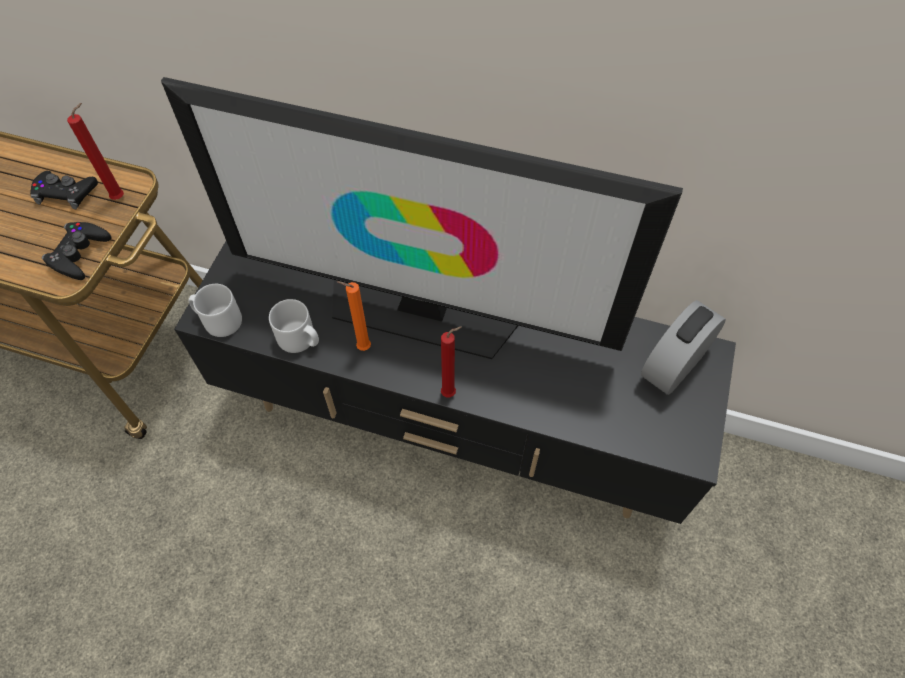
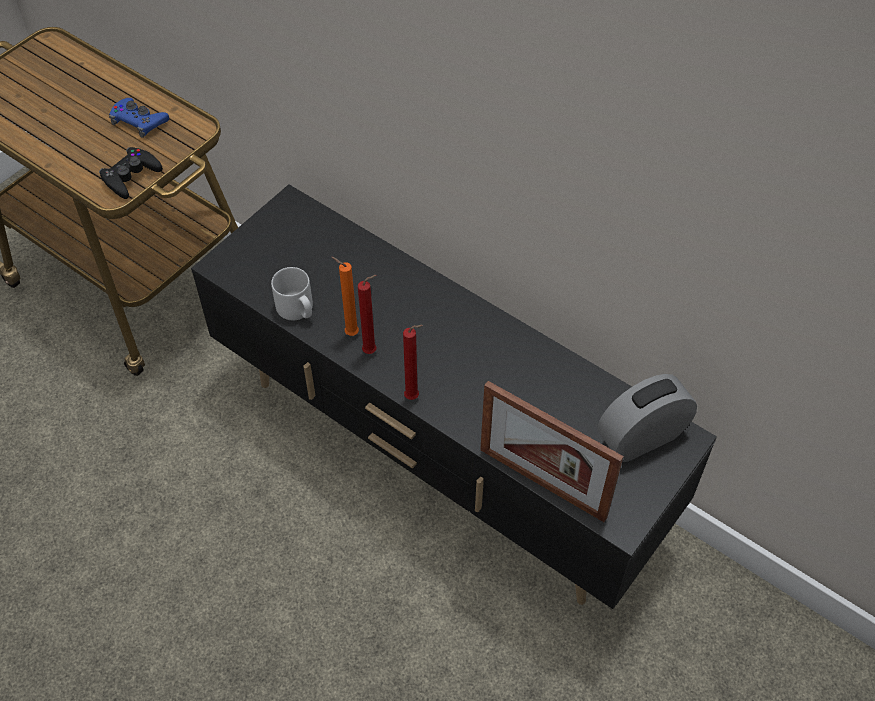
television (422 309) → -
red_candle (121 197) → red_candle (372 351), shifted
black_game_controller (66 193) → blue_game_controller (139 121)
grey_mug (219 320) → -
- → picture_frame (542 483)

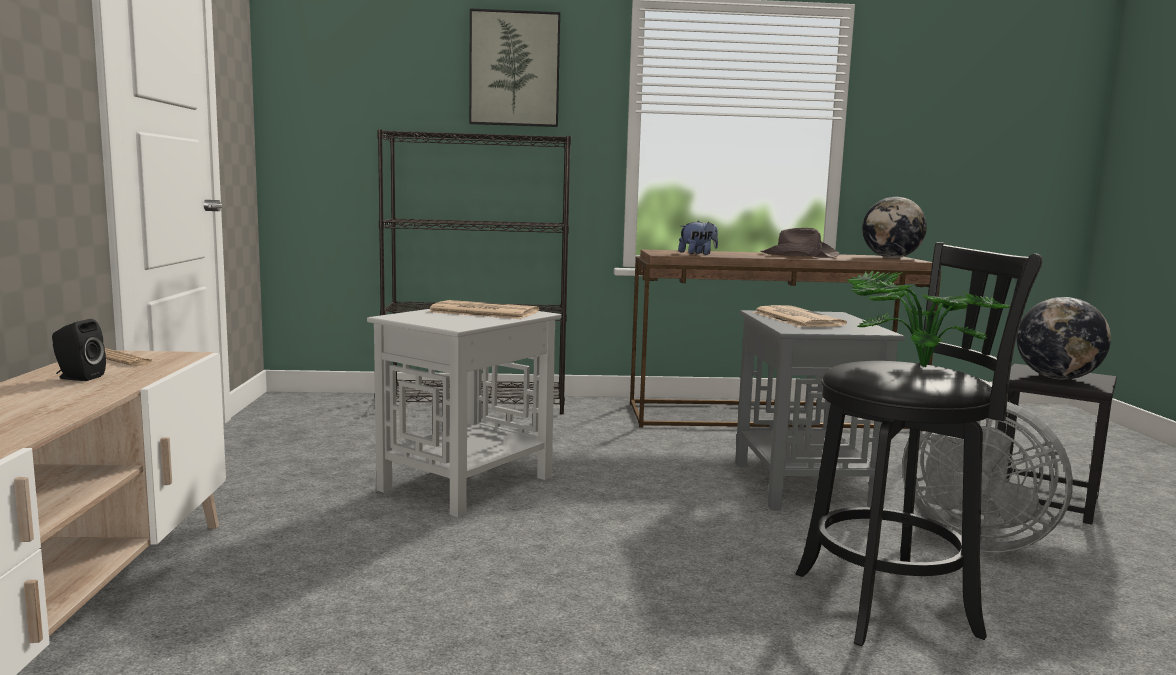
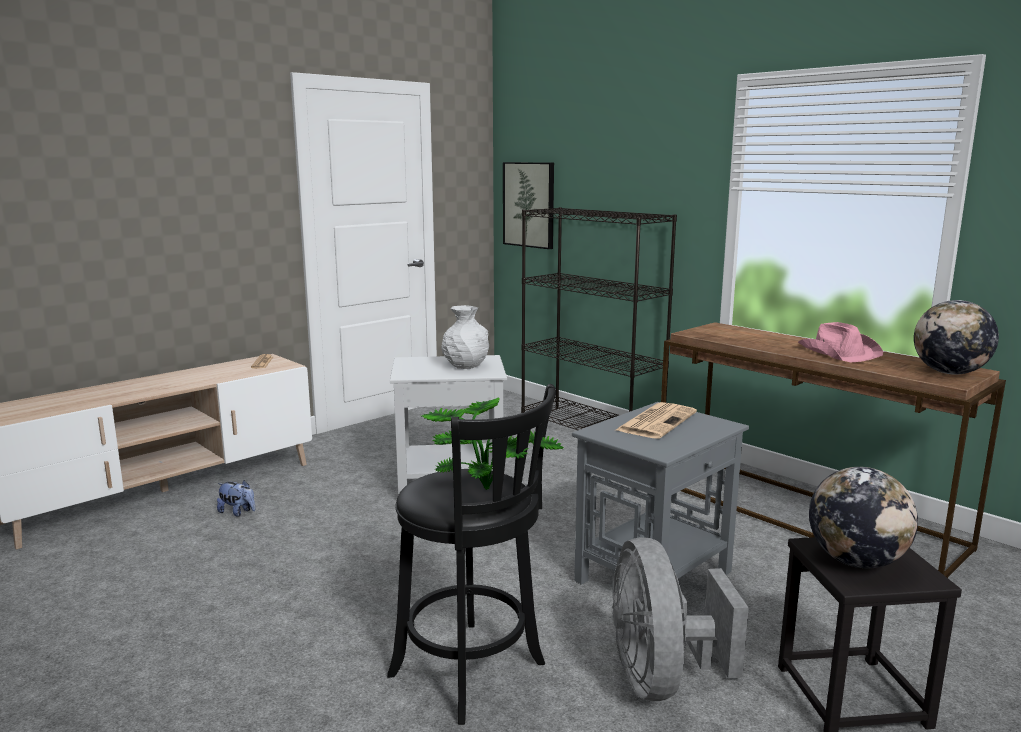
picture (514 69) → picture (529 204), shifted
plush_toy (698 254) → plush_toy (238 512), shifted
brown_hat (798 255) → pink_hat (838 352)
newspaper (482 312) → white_vase (465 365)
black_speaker (78 378) → -

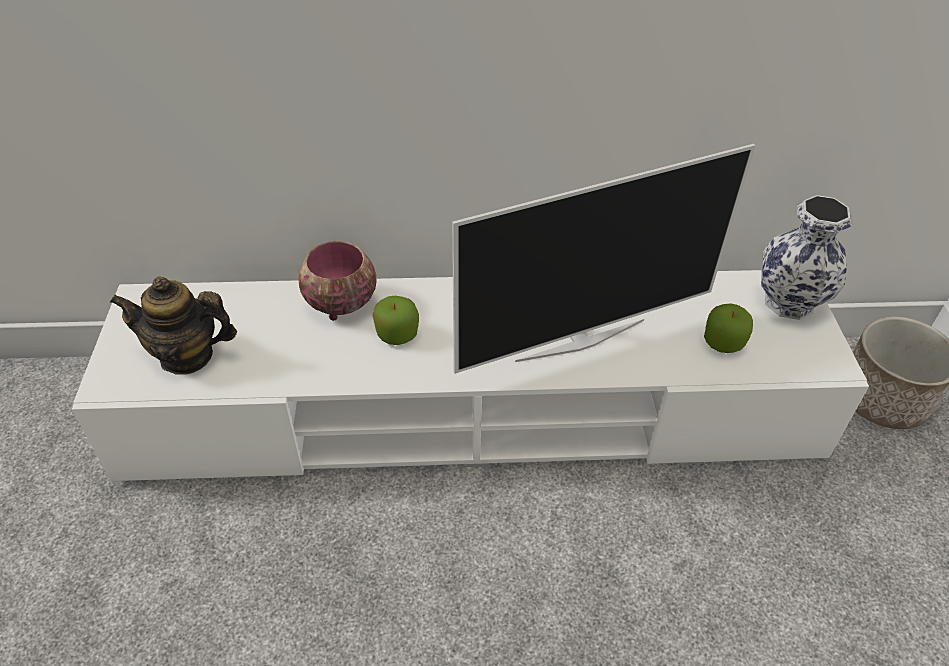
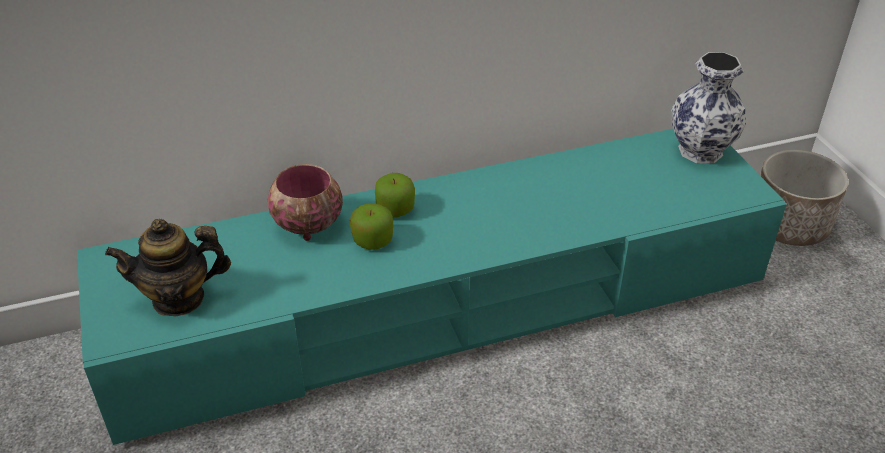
television (579 339) → -
white_tv_stand (474 410) → turquoise_tv_stand (444 307)
apple (723 342) → apple (395 209), shifted

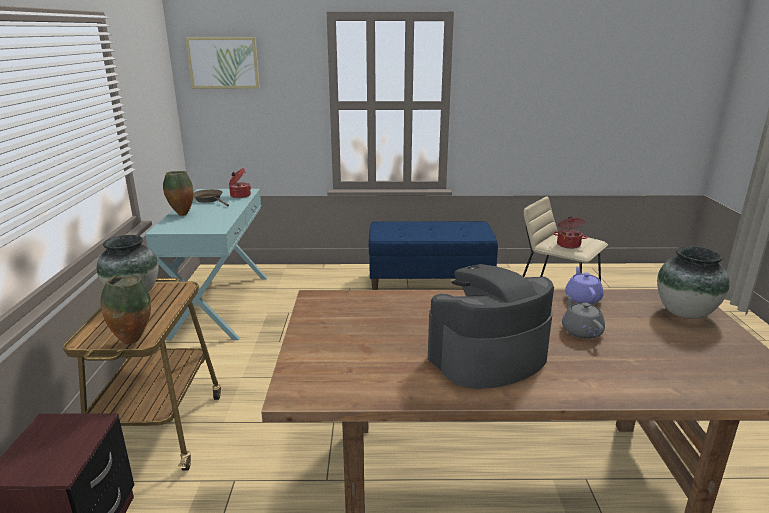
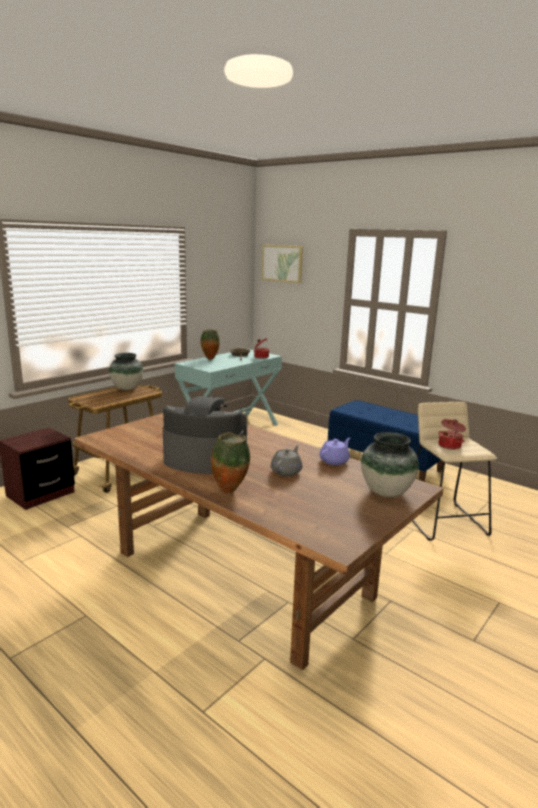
vase (133 340) → vase (230 491), shifted

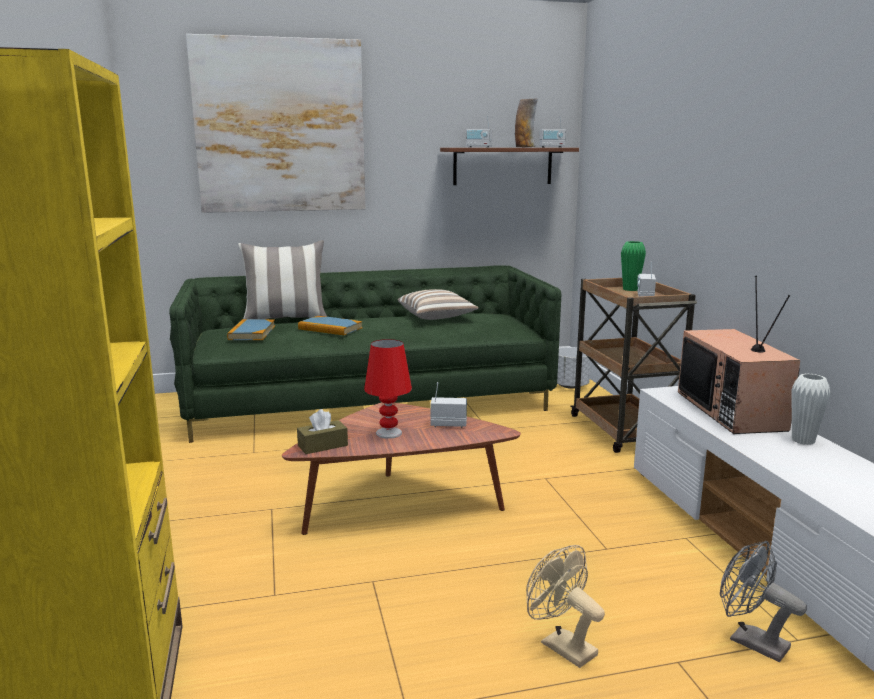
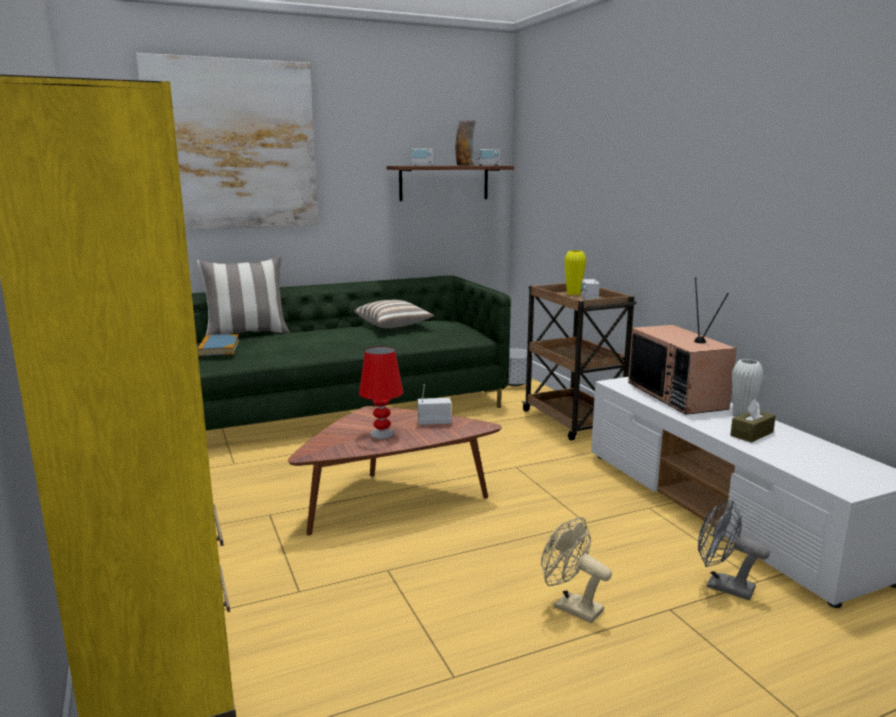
green_vase (630 289) → yellow_vase (573 293)
book (330 328) → -
brown_tissue_box (322 445) → brown_tissue_box (751 434), shifted

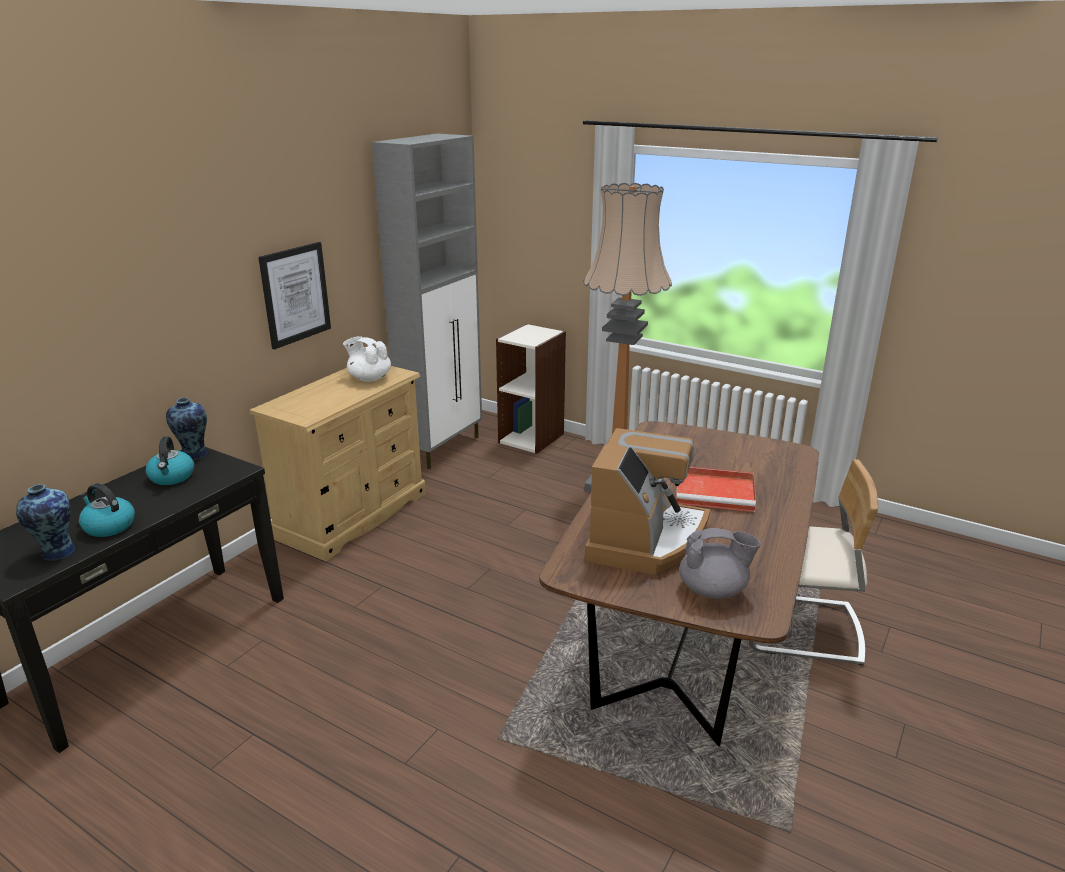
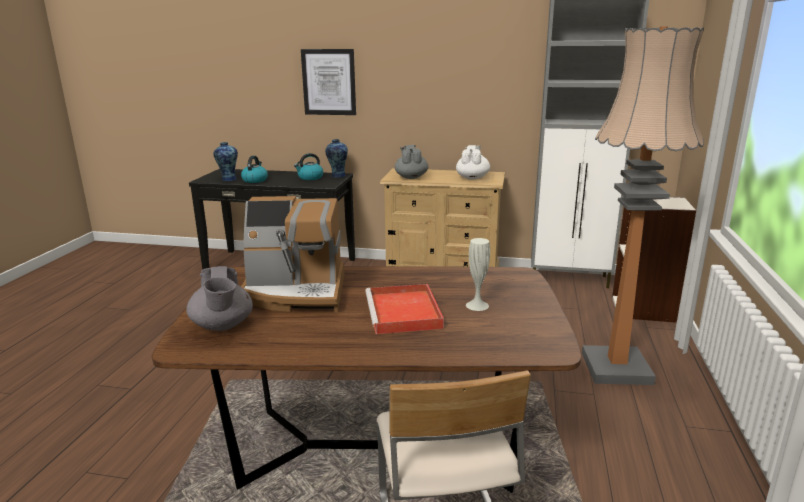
picture (295 294) → picture (329 82), shifted
- → grey_teapot (411 177)
- → white_vase (477 305)

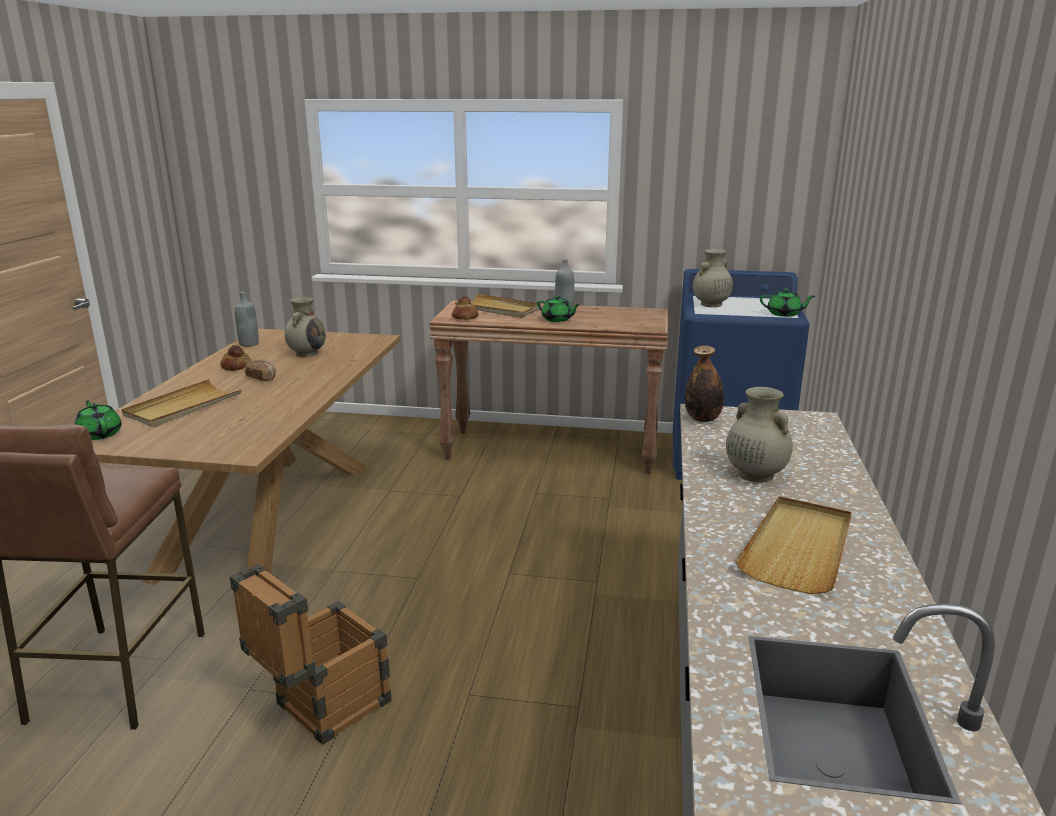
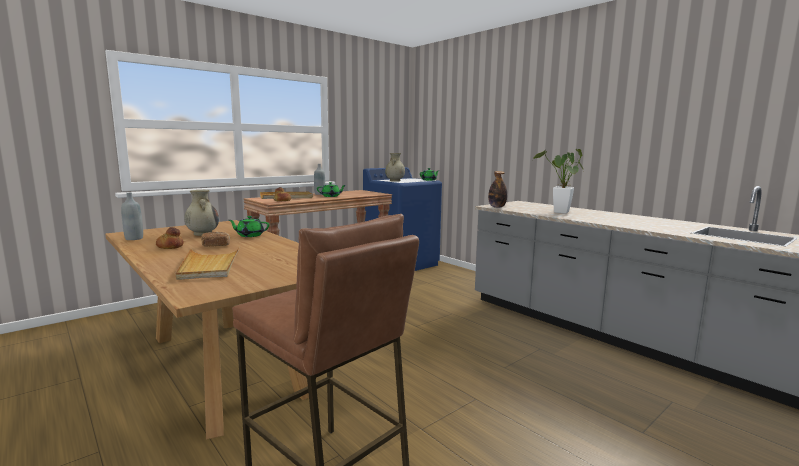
beige_vase (754 474) → potted_plant (560 212)
green_teapot (100 434) → green_teapot (250 235), shifted
beige_tray (798 548) → -
crate (321 709) → -

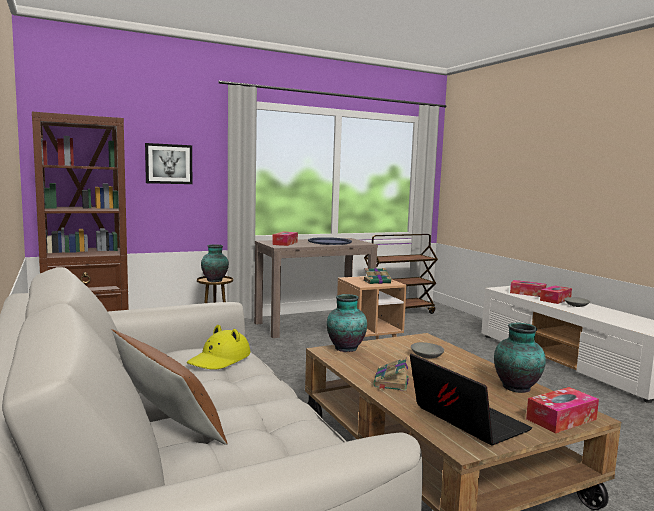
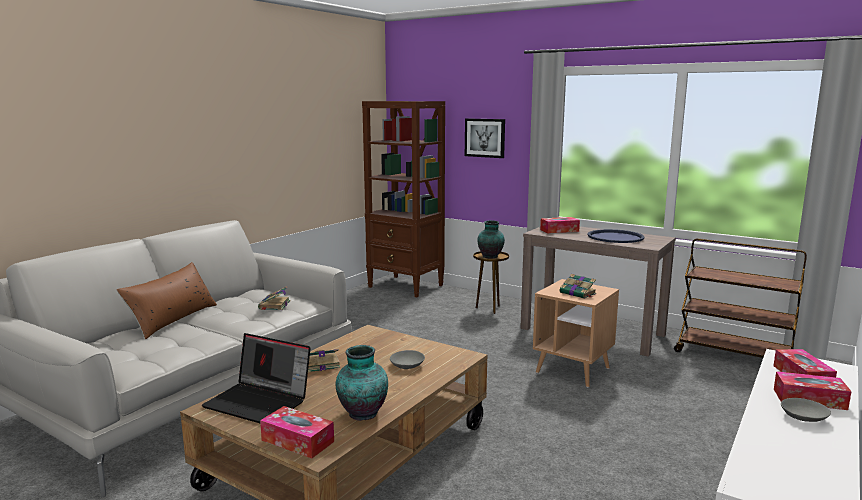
vase (345 348) → -
yellow_hat (219 359) → book (274 305)
laptop (465 421) → laptop (260 402), 90 degrees clockwise

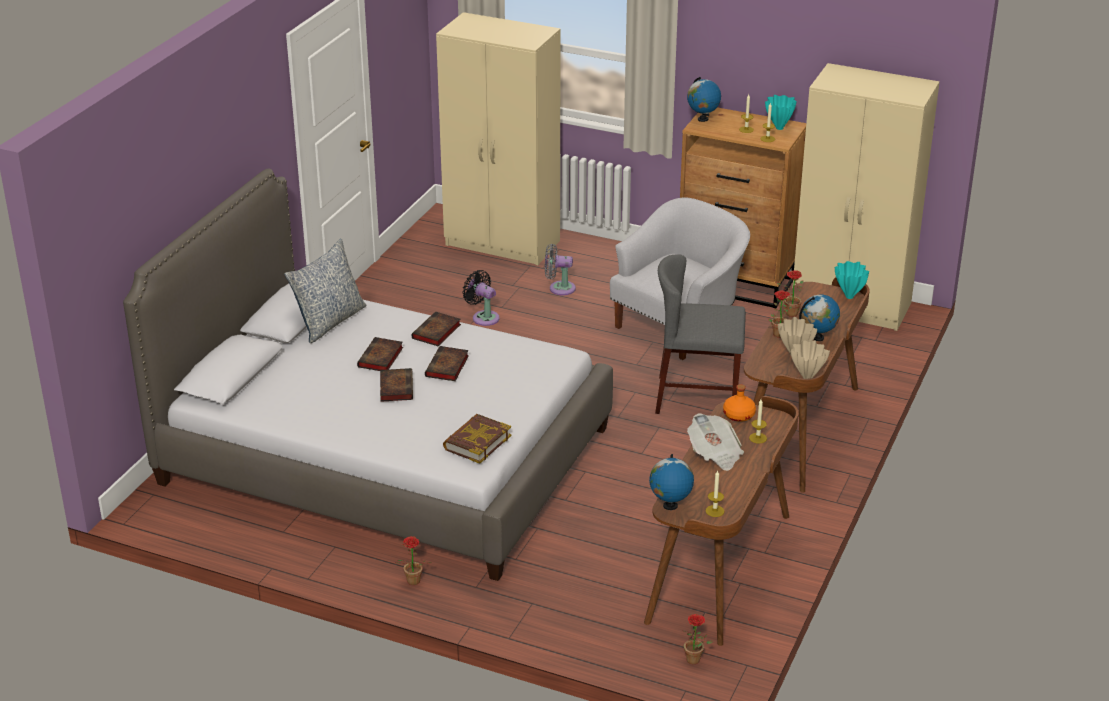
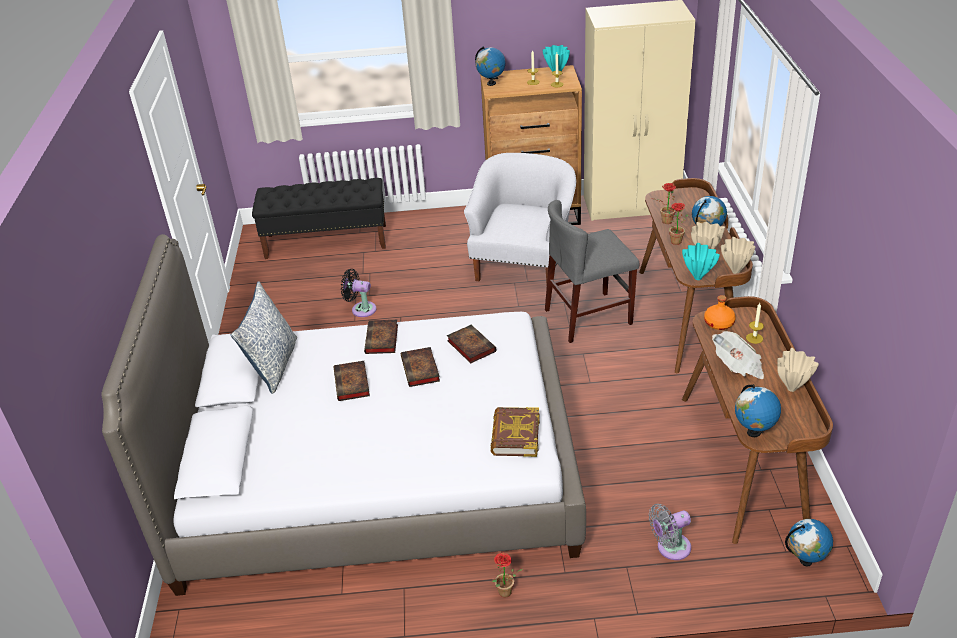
beige_wardrobe (503 244) → black_bench (326 241)
grey_fan (559 288) → grey_fan (670 548), shifted
turquoise_vase (849 296) → turquoise_vase (697 278), shifted
book (396 387) → book (470 346), shifted
candle (714 511) → -
potted_plant (696 660) → globe (805 561)
- → beige_vase (791 389)

